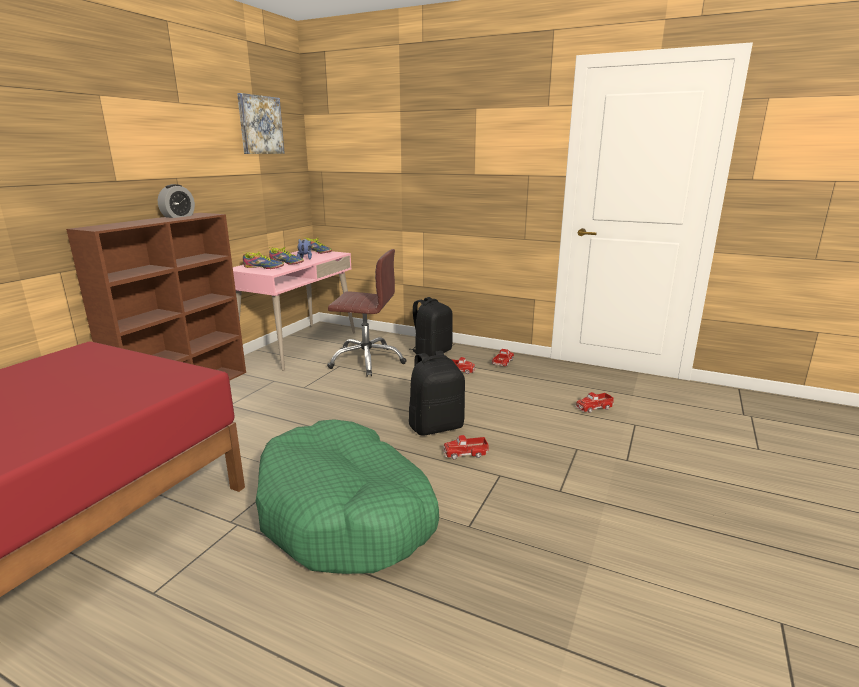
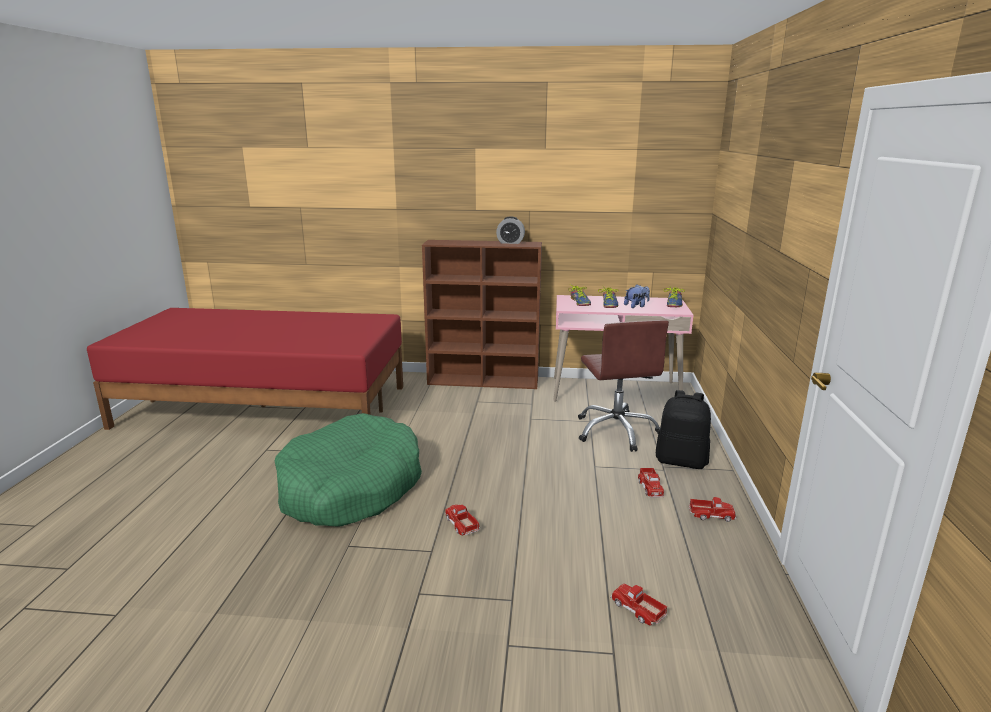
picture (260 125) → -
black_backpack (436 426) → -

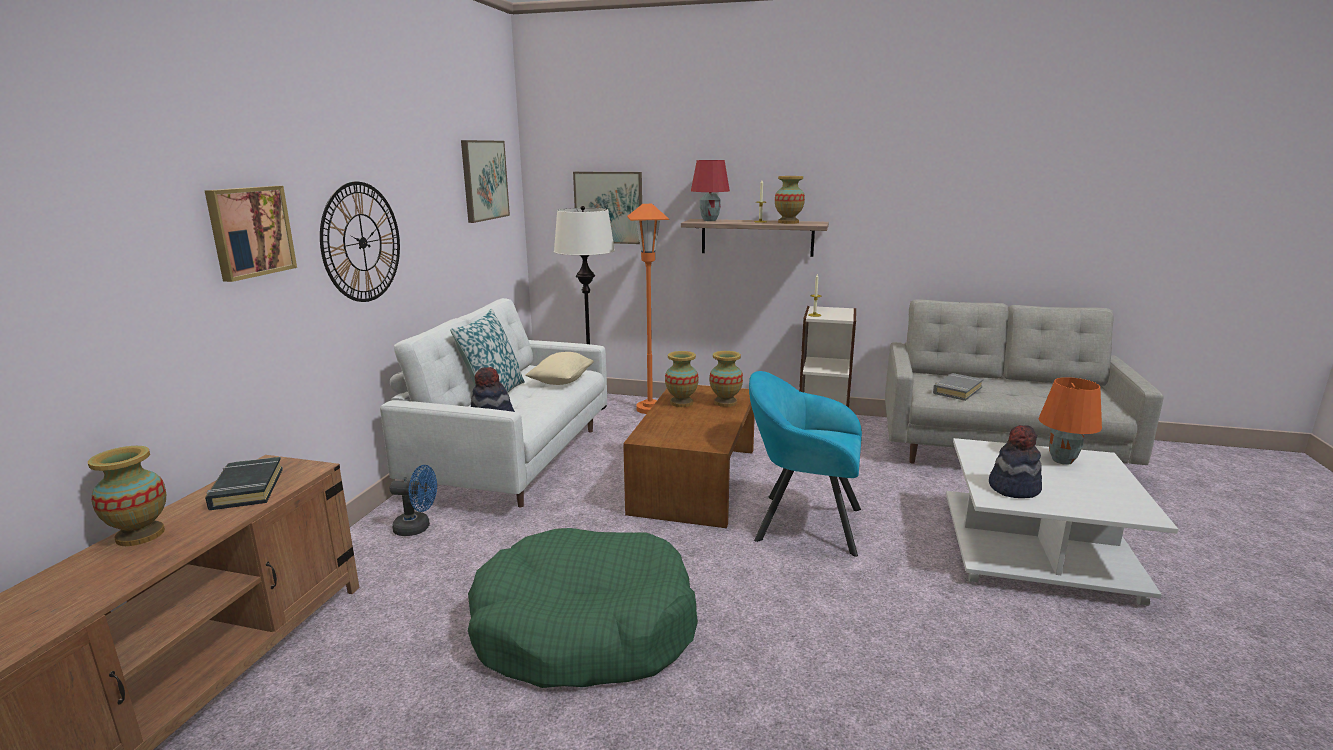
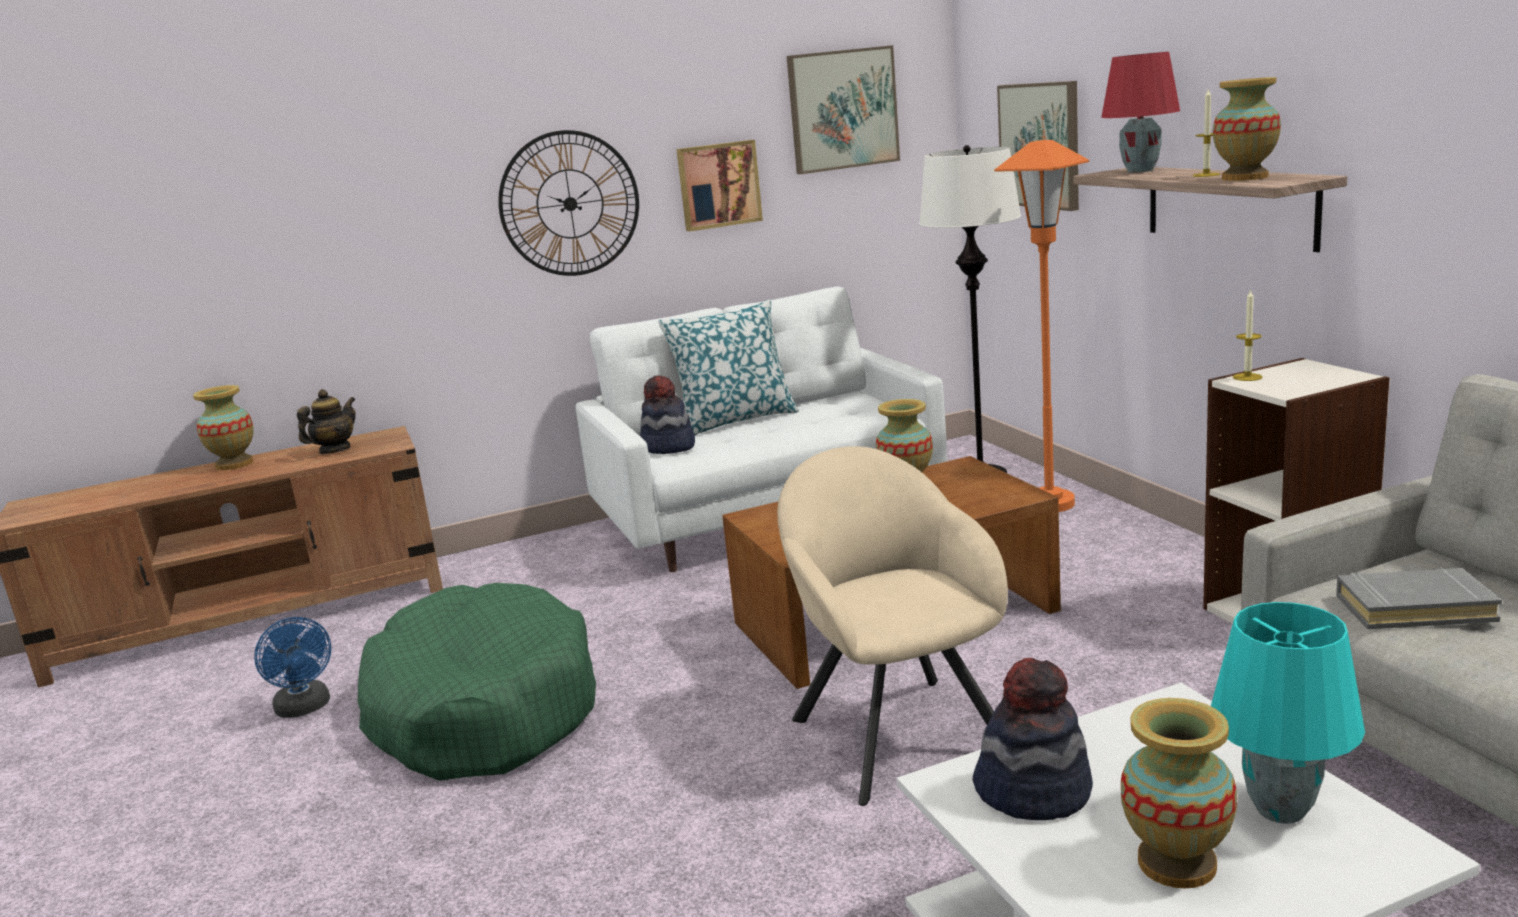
picture (249 231) → picture (718 185), shifted
vase (725 402) → vase (1177 864), shifted
beige_pillow (561 381) → -
turquoise_armchair (802 522) → beige_armchair (896 730)
orange_table_lamp (1063 461) → turquoise_table_lamp (1281 811)
black_book (247 489) → teapot (334 450)
blue_fan (418 528) → blue_fan (305 708), shifted

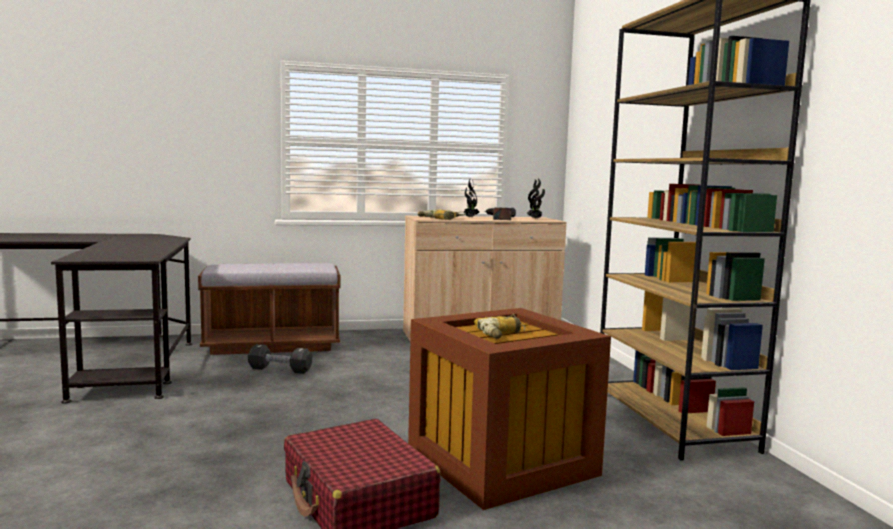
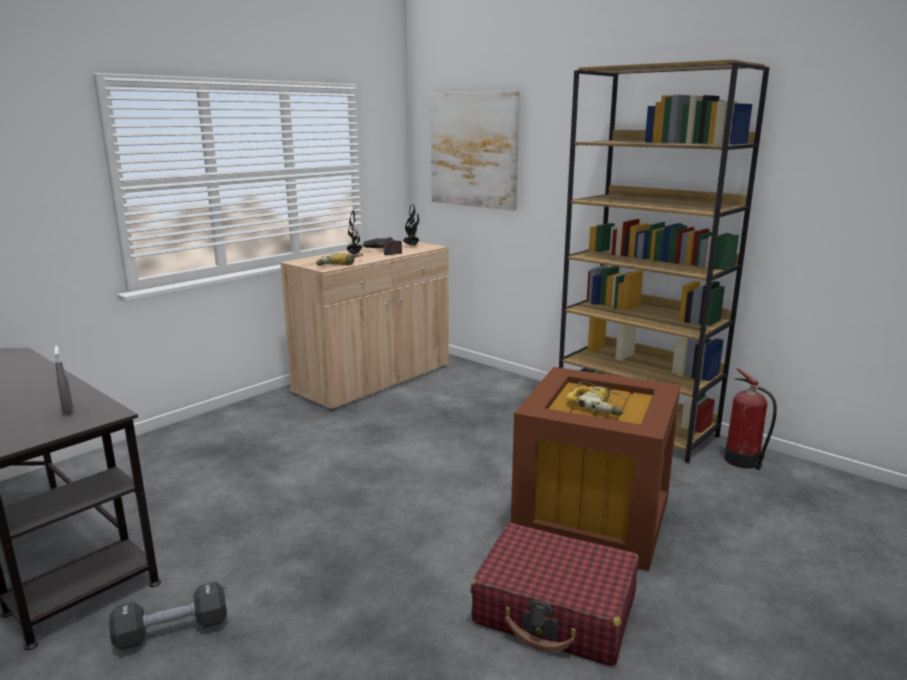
brown_bench (272 345) → -
black_dumbbell (280 369) → black_dumbbell (172 631), shifted
- → picture (474 150)
- → grey_spray_bottle (68 410)
- → fire_extinguisher (743 461)

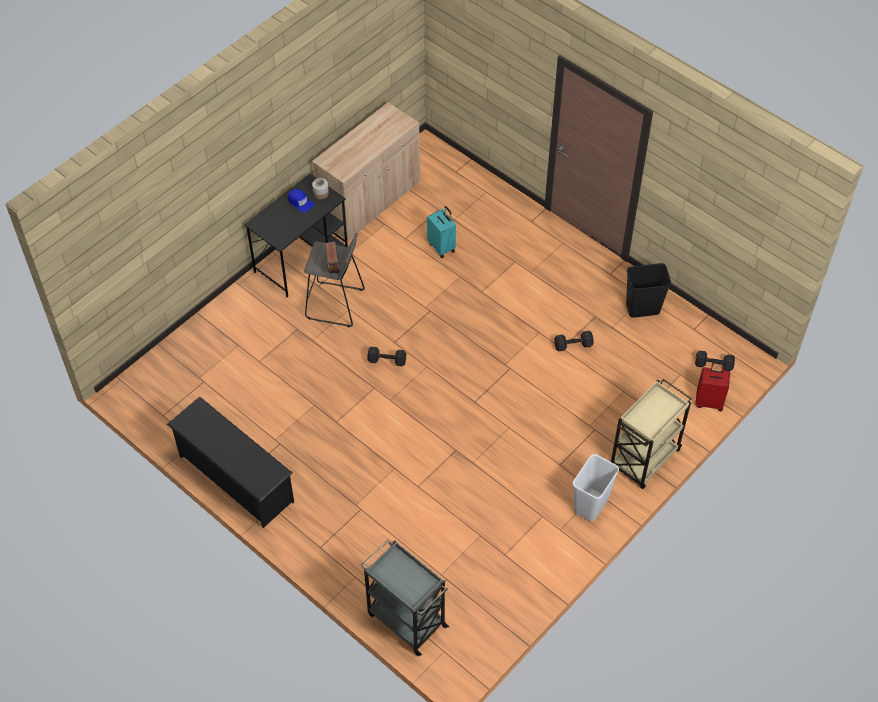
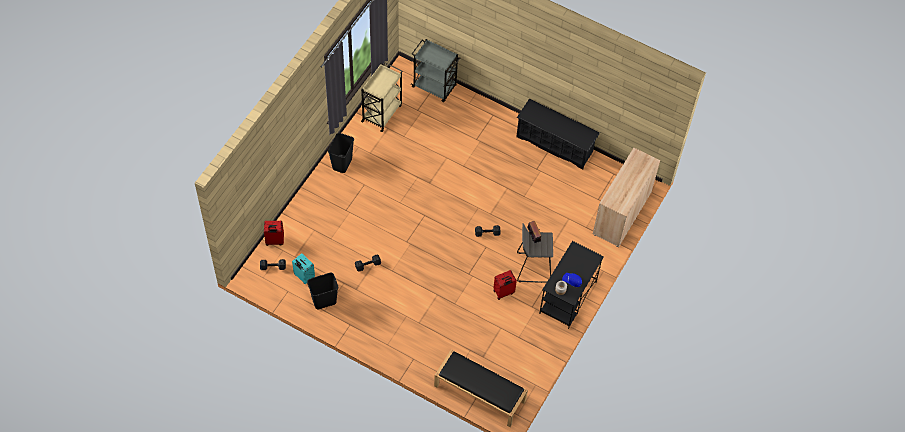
beige_cabinet (369 201) → beige_cabinet (621 213), shifted
turquoise_suitcase (442 247) → turquoise_suitcase (303 276), shifted
beige_cart (644 459) → beige_cart (382 112), shifted
white_trash_can (591 505) → black_trash_can (342 163)
- → red_suitcase (503 292)
- → black_bench (479 393)

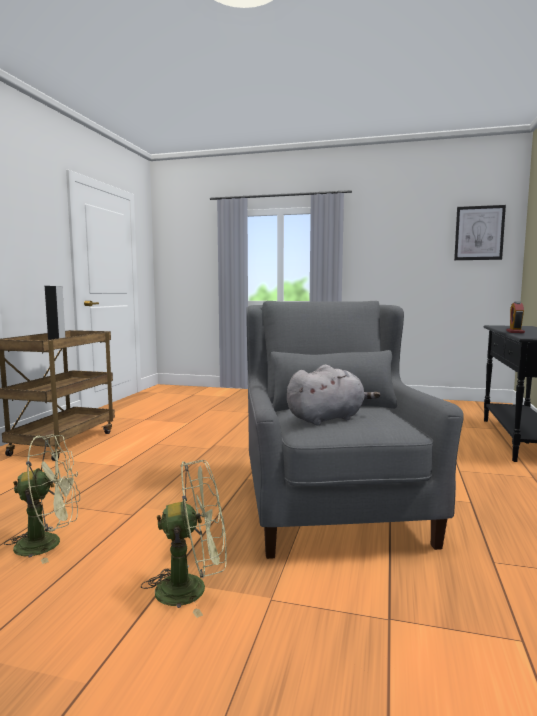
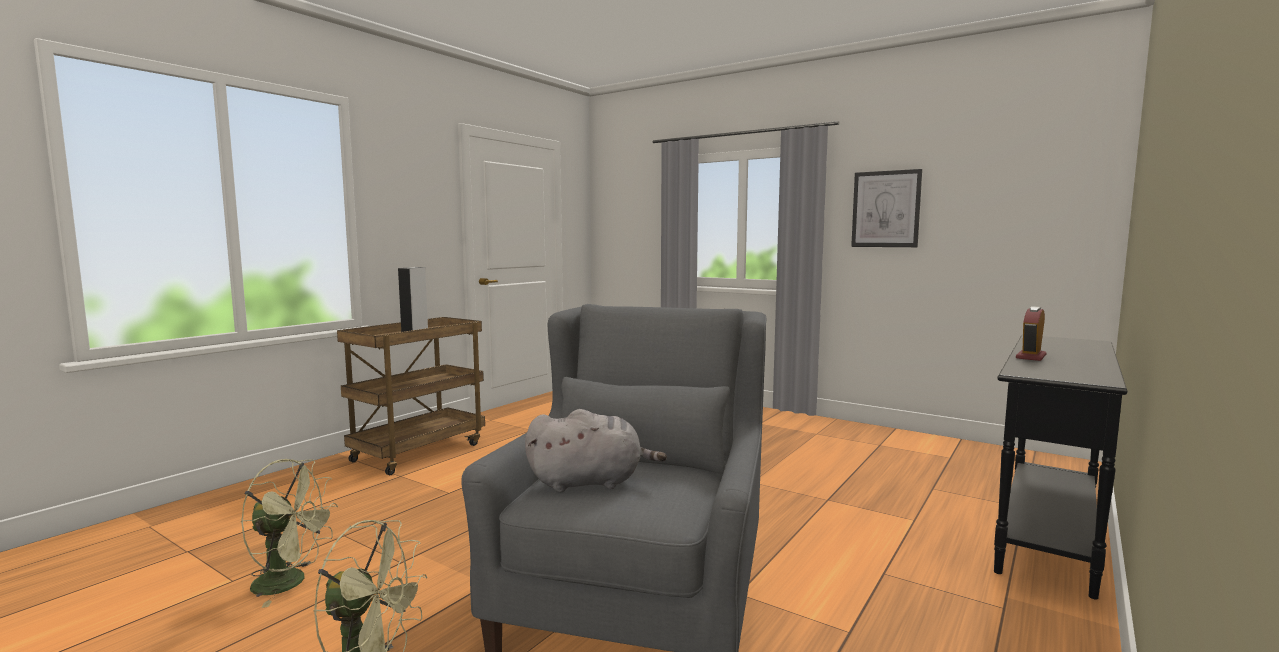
picture (479 233) → picture (886 209), shifted

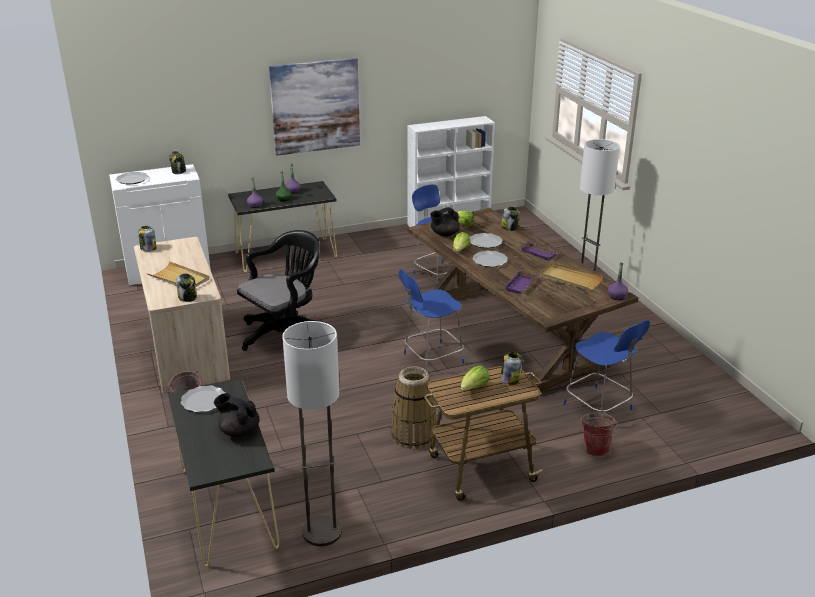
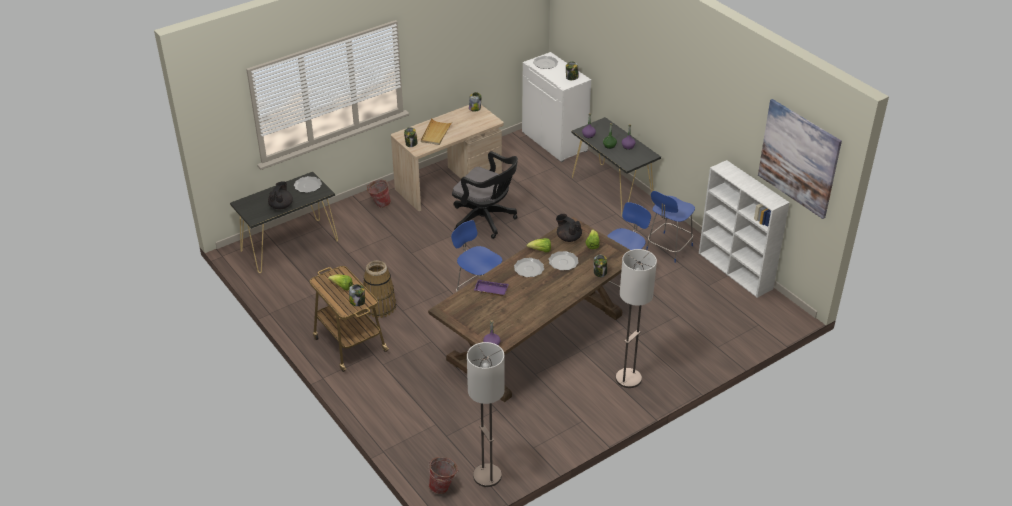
picture (315 106) → picture (799 158), shifted
purple_tray (540 253) → -
beige_tray (570 279) → -
blue_chair (599 408) → blue_chair (668 248), shifted
floor_lamp (322 532) → floor_lamp (487 476), shifted
bucket (595 448) → bucket (443 487), shifted

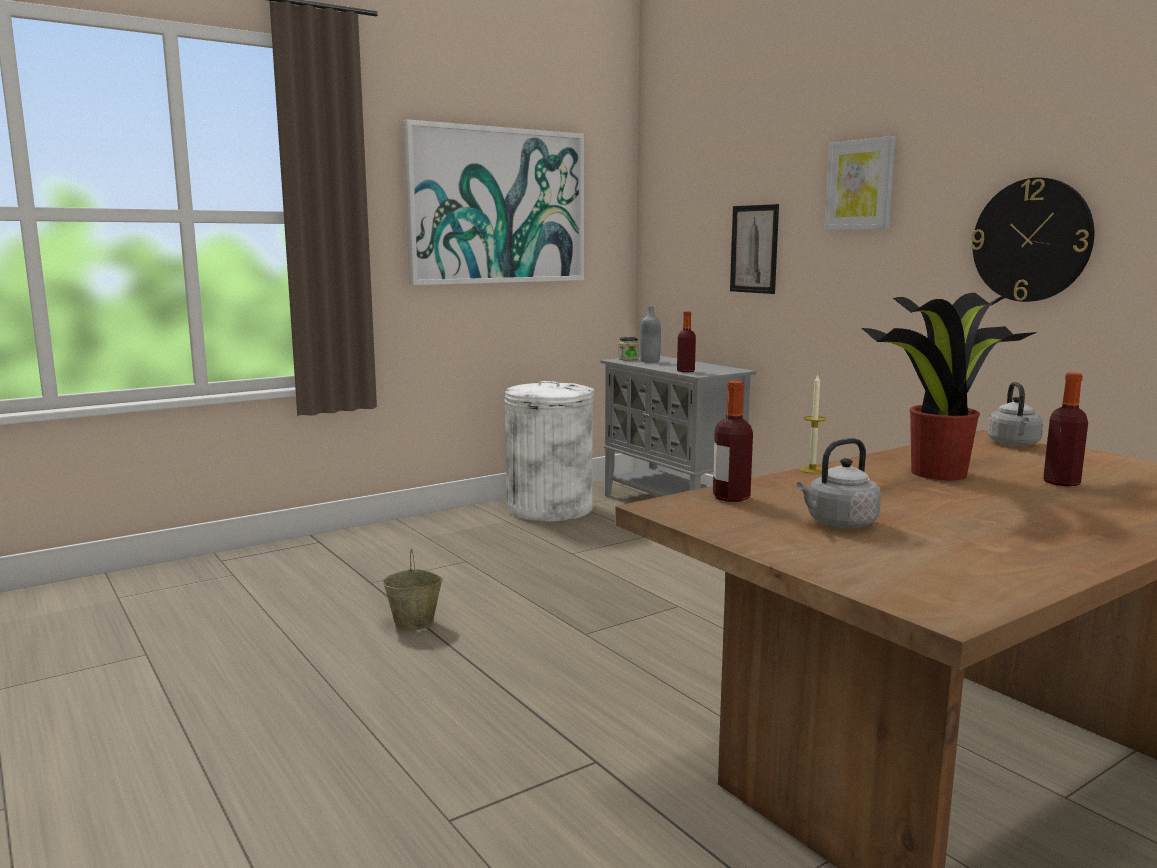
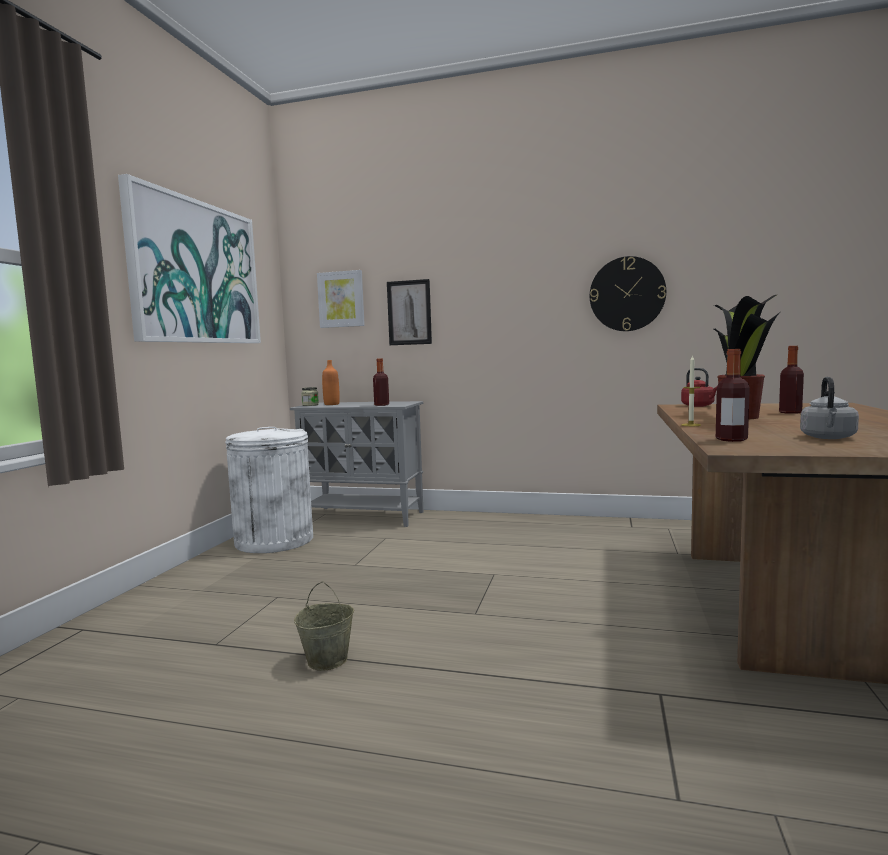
picture (860 185) → picture (341 299), shifted
grey_bottle (650 361) → orange_bottle (331 404)
grey_kettle (1014 444) → red_kettle (699 406)

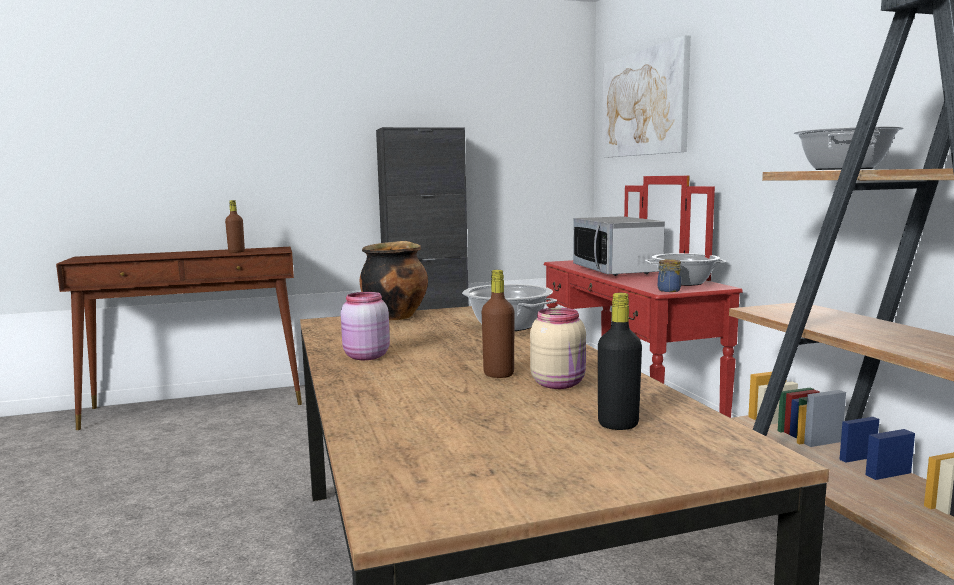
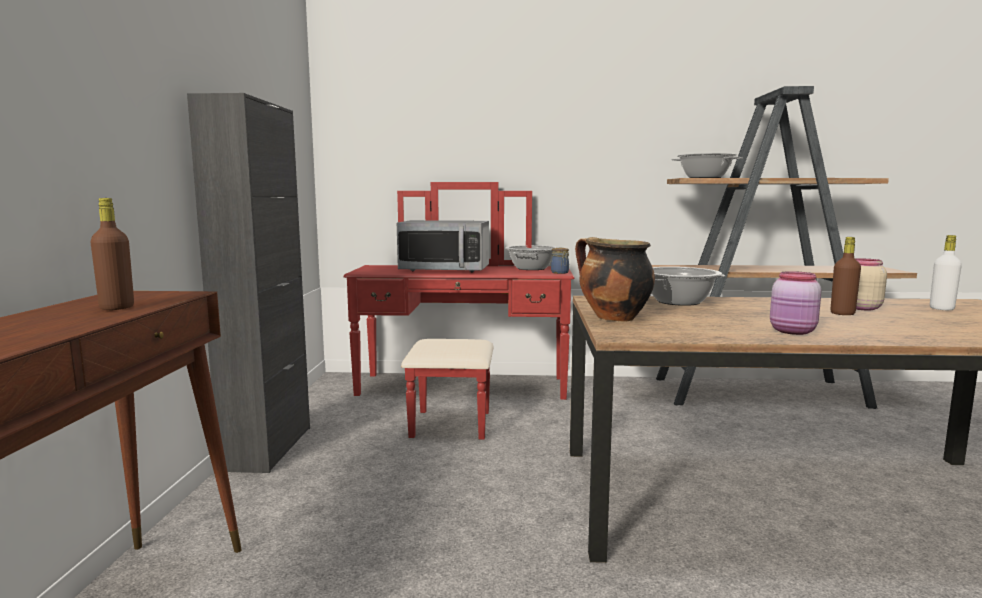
picture (643 103) → -
black_bottle (618 424) → white_bottle (941 308)

